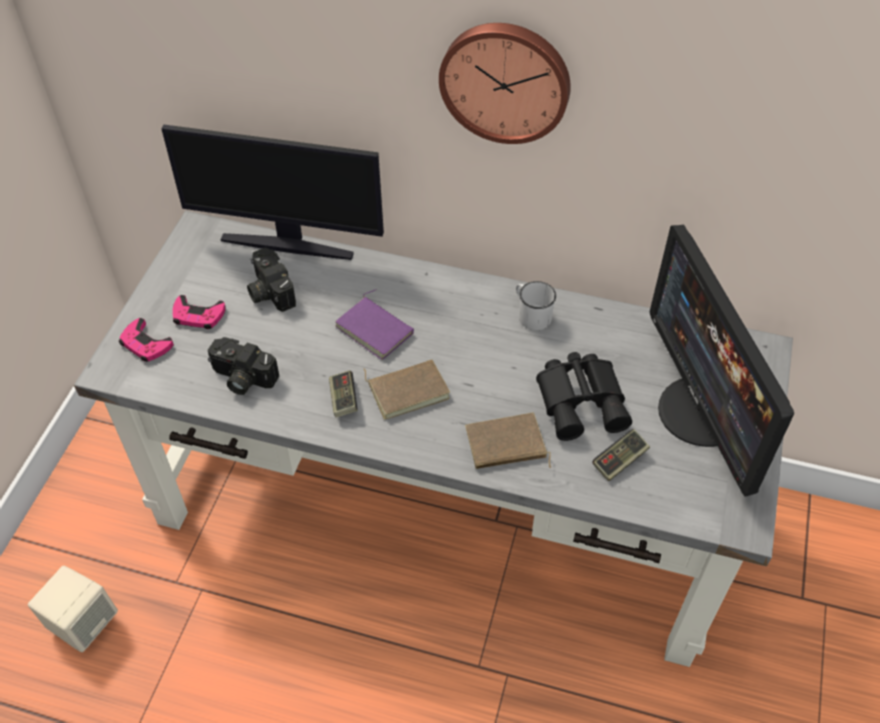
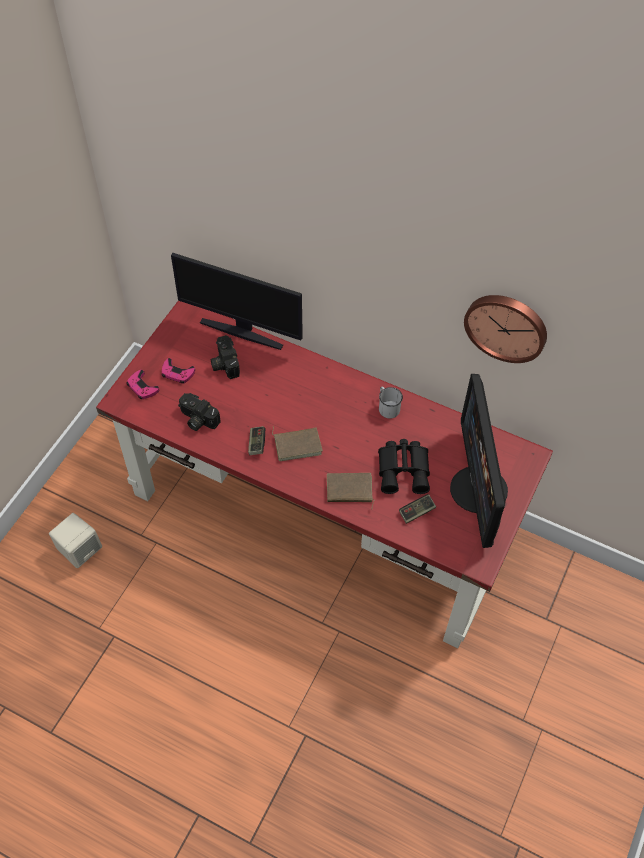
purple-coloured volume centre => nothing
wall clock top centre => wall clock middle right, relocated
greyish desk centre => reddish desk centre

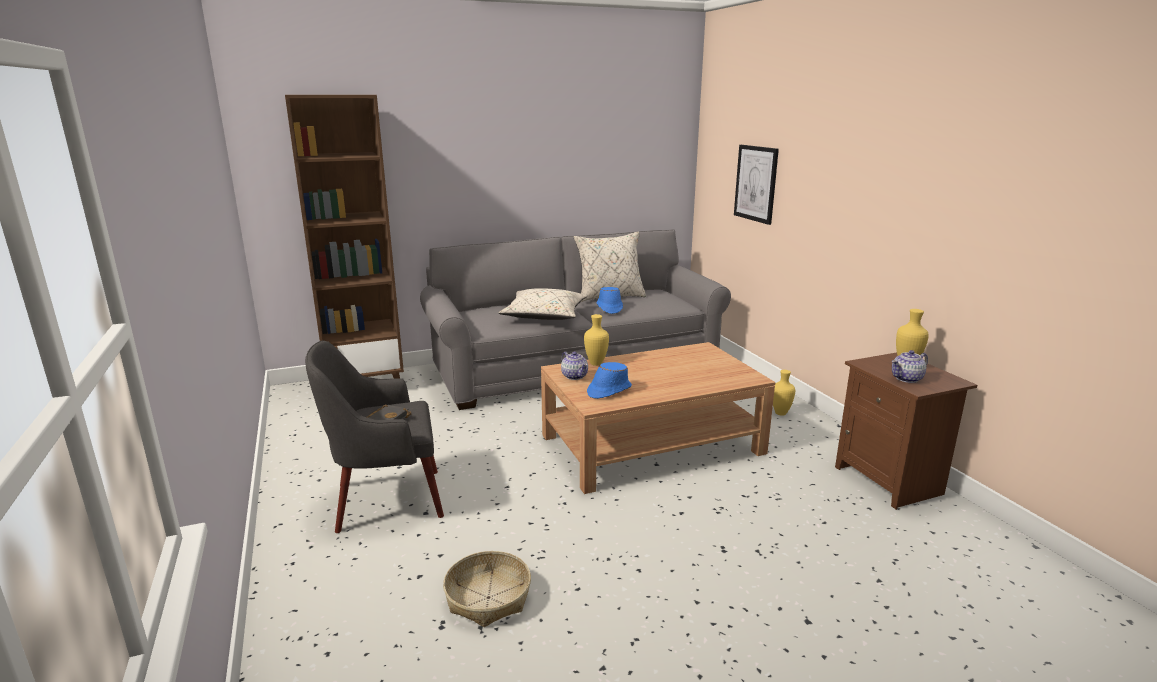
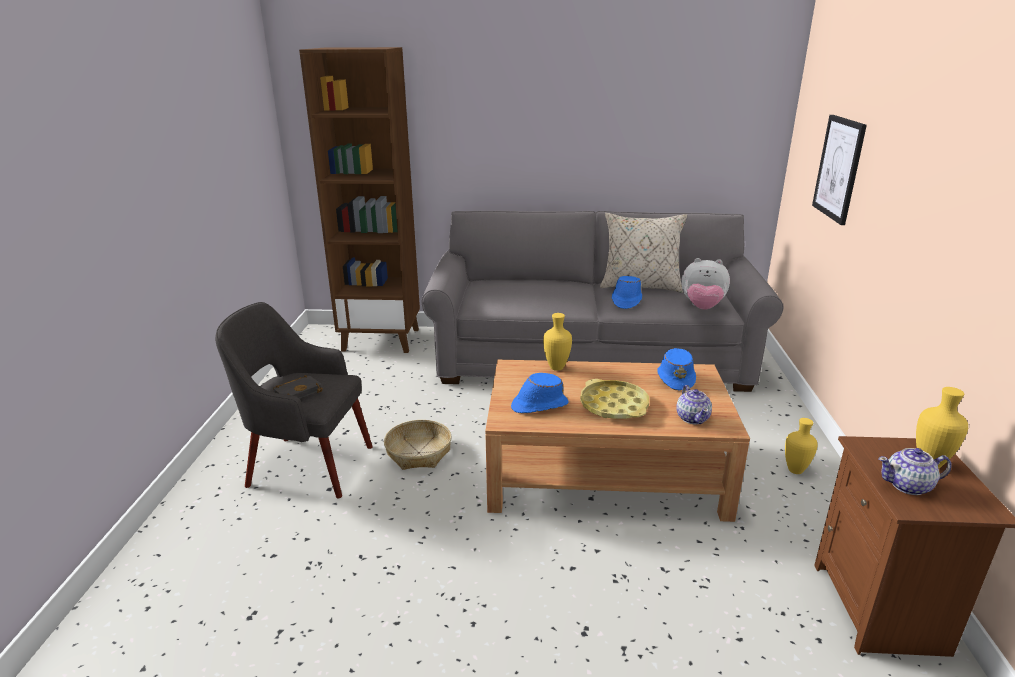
beige cushion (no. 1 from left) centre => nothing
nothing => yellowish serving tray centre
nothing => blue-coloured wearable hat (no. 3 from left) centre
nothing => cuddly toy middle right
storage basket bottom centre => storage basket centre, relocated
pot for tea (no. 1 from left) centre => pot for tea (no. 1 from left) middle right, relocated

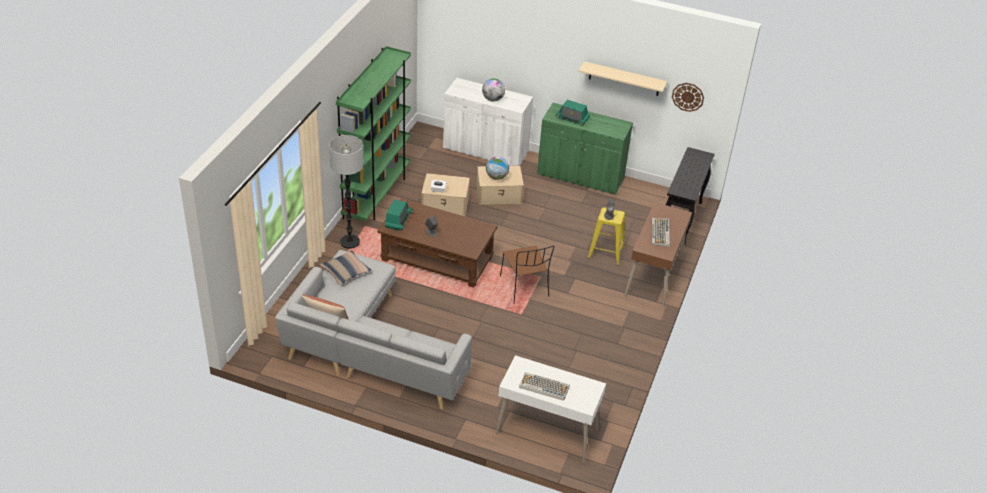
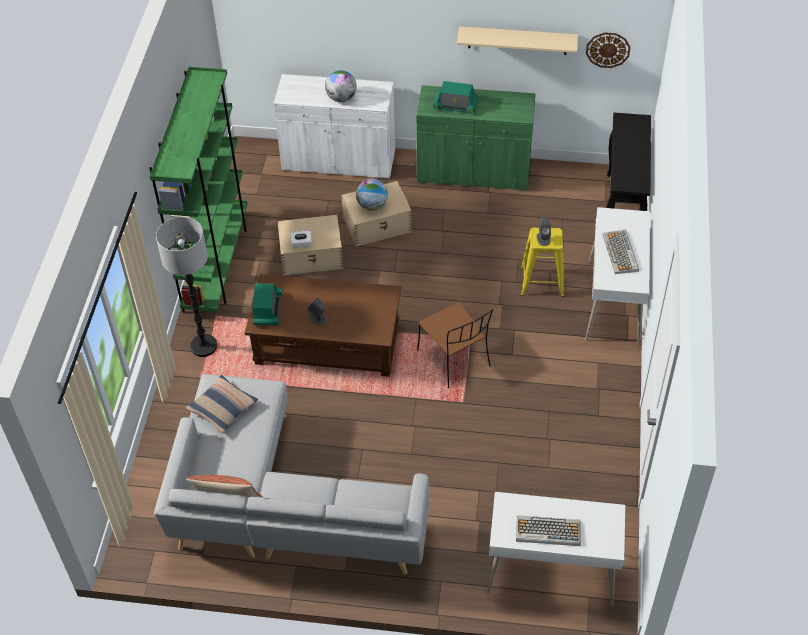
brown desk middle right => white desk (no. 2 from left) middle right

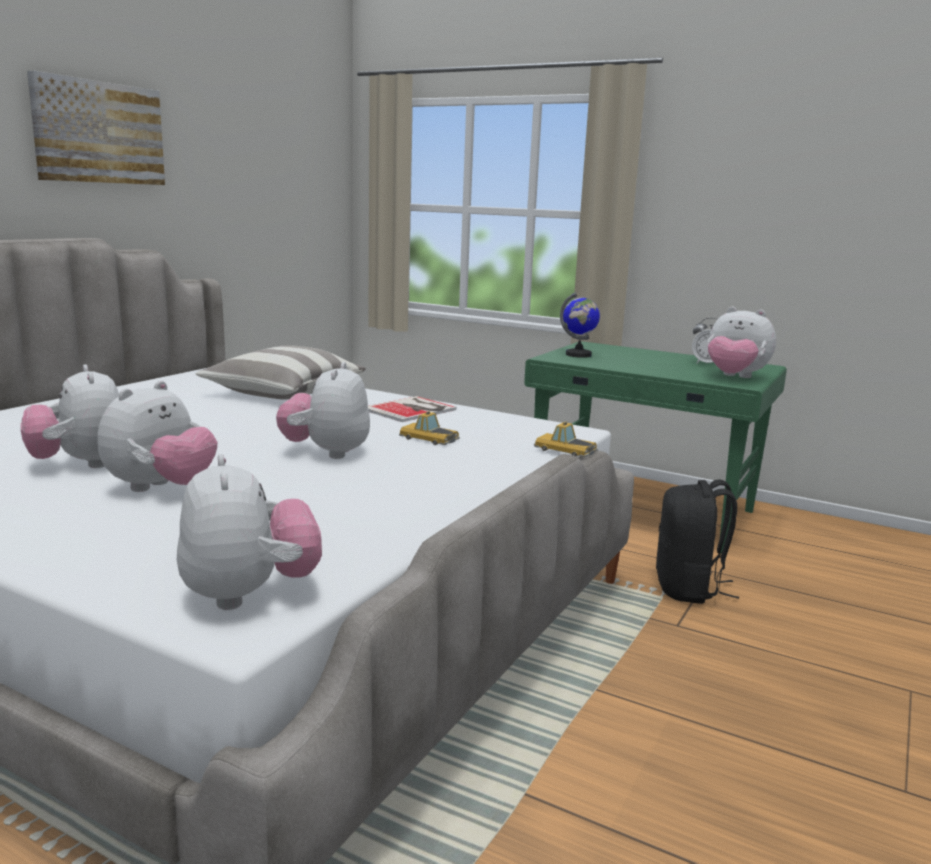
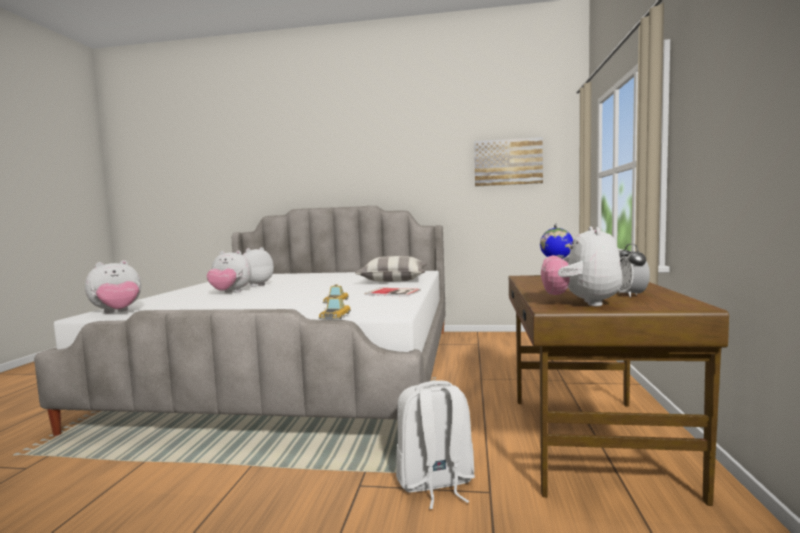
cuddly toy (no. 4 from left) centre => nothing
wall picture top left => wall picture top centre, relocated
green desk middle right => brown desk bottom right
black-coloured backpack middle right => white backpack bottom centre

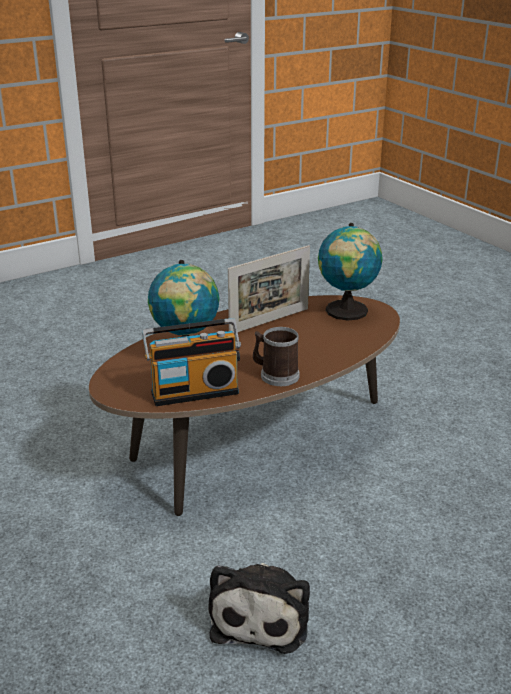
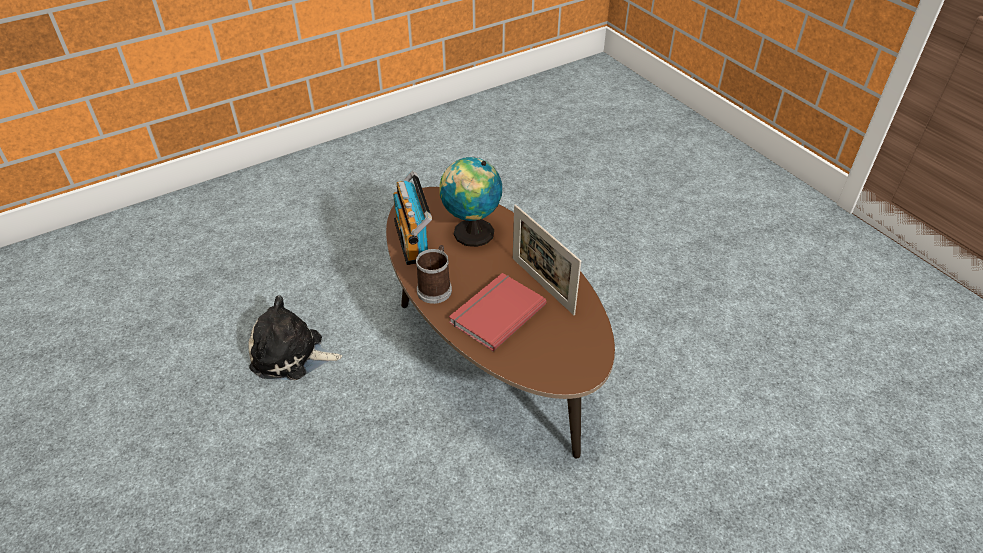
world globe (no. 2 from left) middle right => nothing
nothing => reddish volume centre

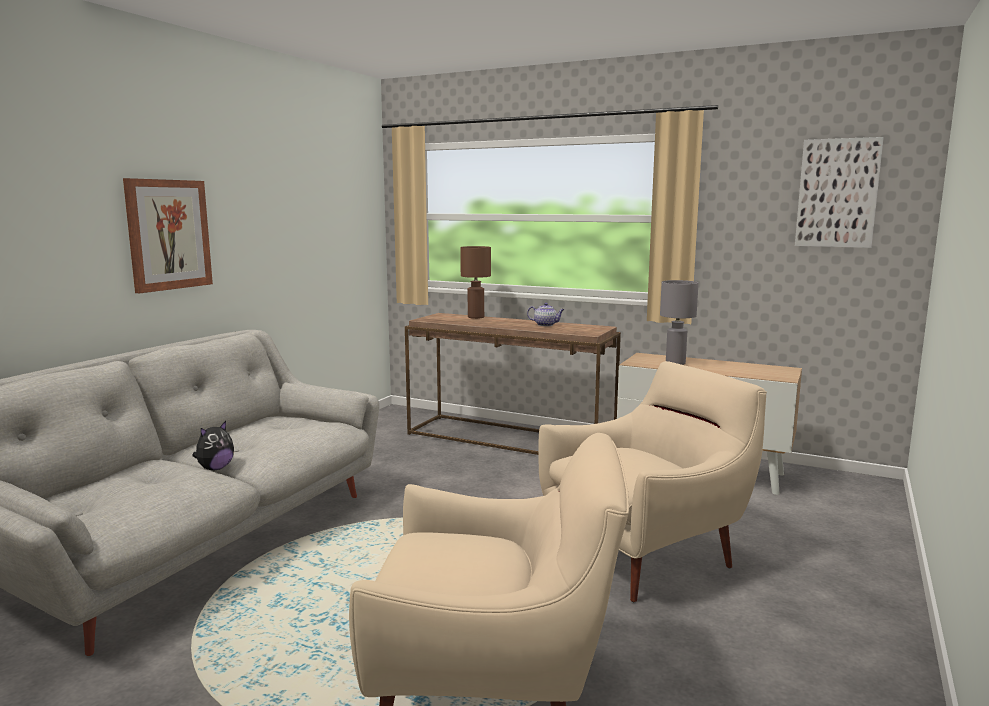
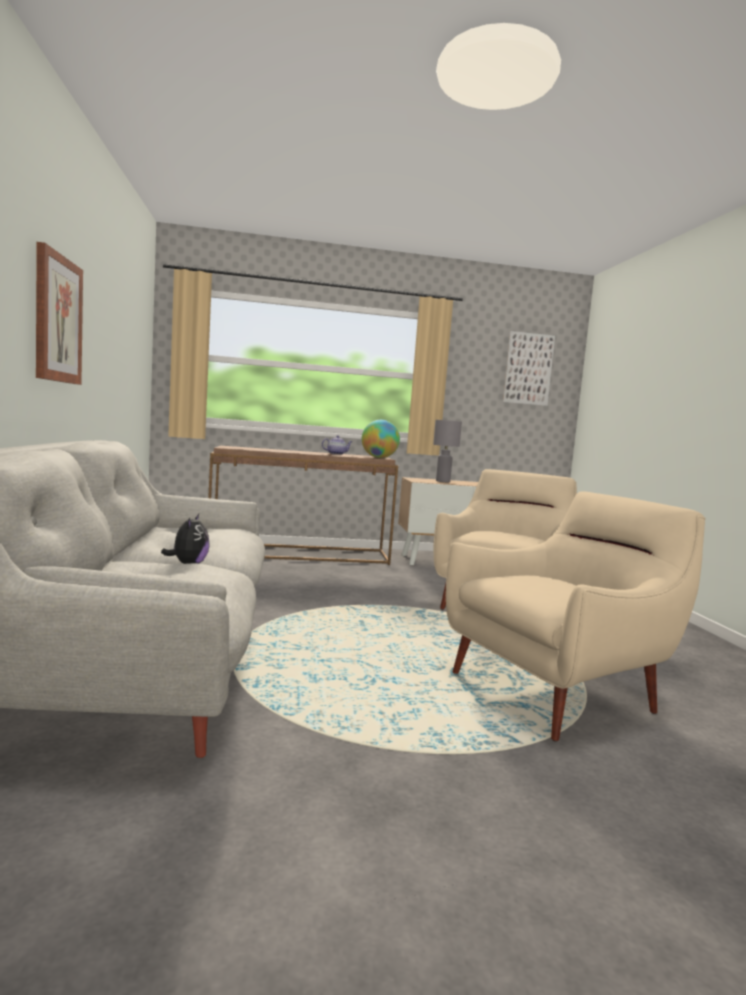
brown table lamp centre => nothing
nothing => world globe centre

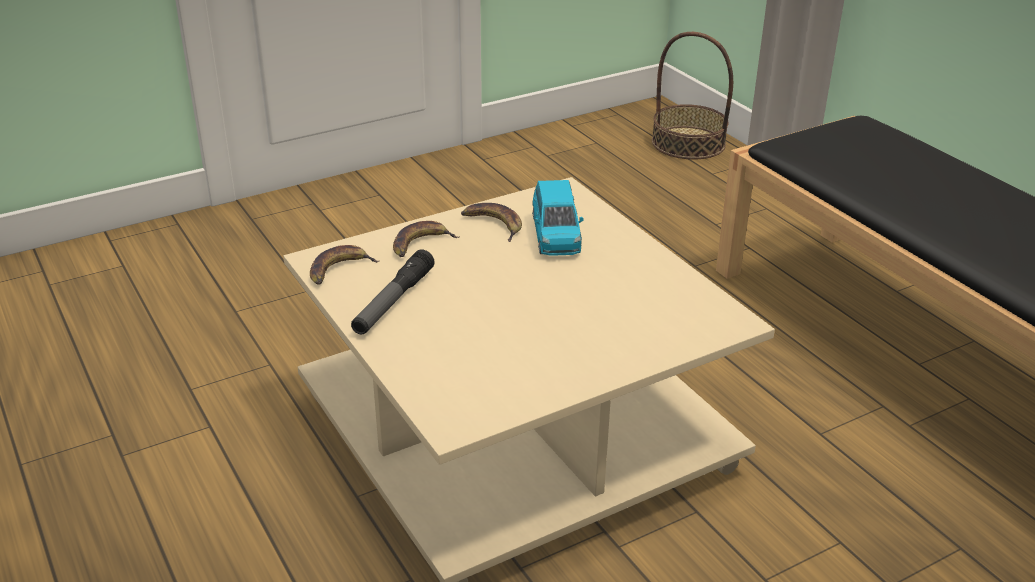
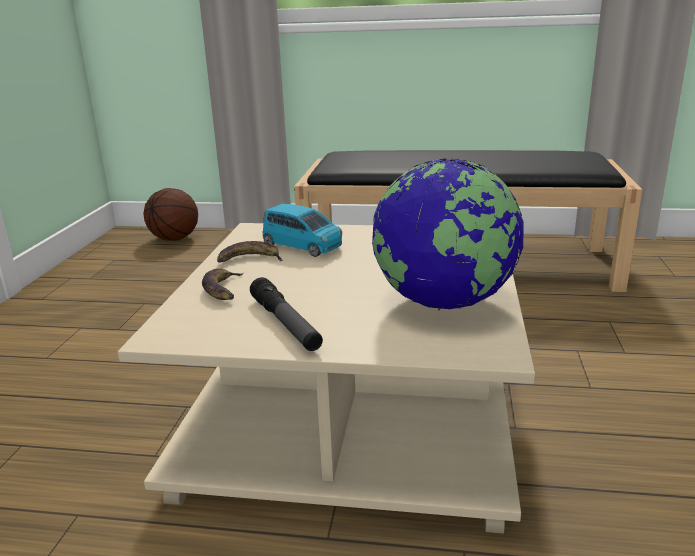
banana fruit (no. 1 from left) centre => nothing
nothing => world globe centre
storage basket top right => ball for basketball middle left

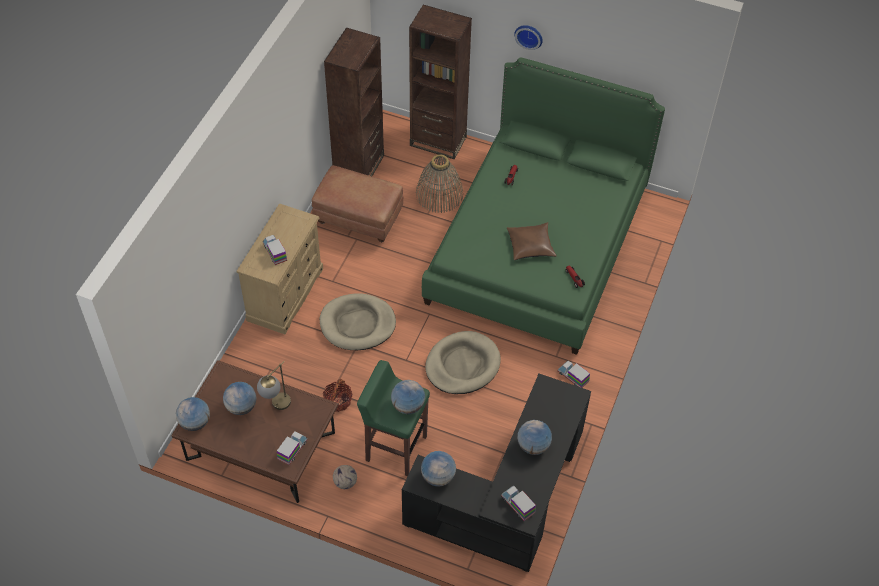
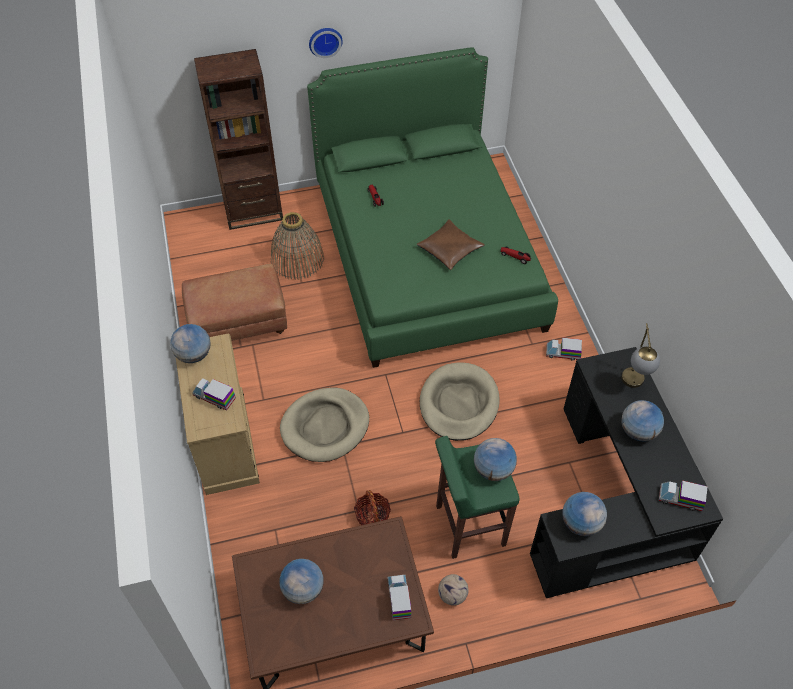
brown shelving unit (no. 1 from left) top centre => nothing
world globe (no. 1 from left) bottom left => world globe (no. 1 from left) middle left, relocated
table lamp middle left => table lamp middle right, relocated

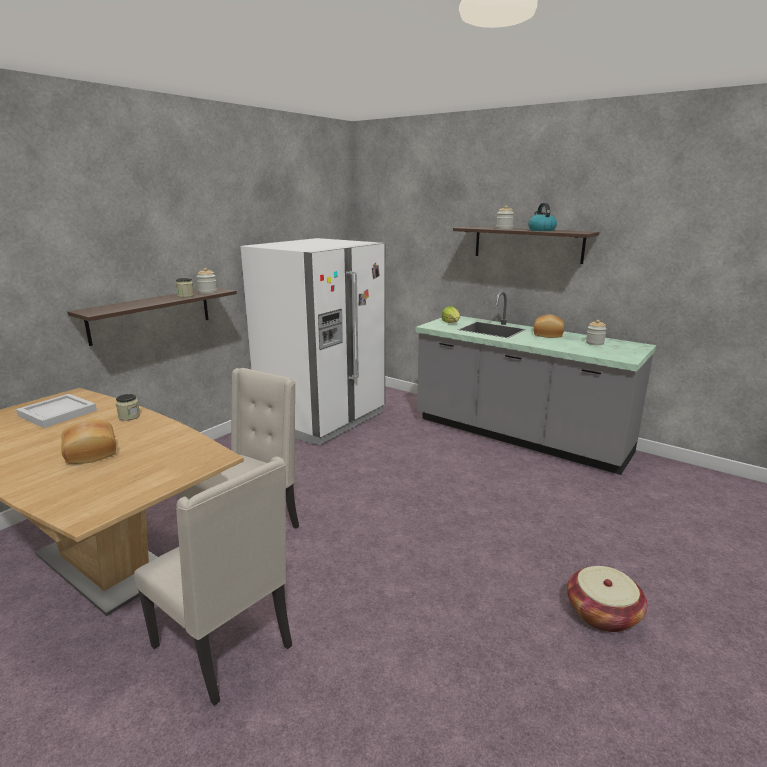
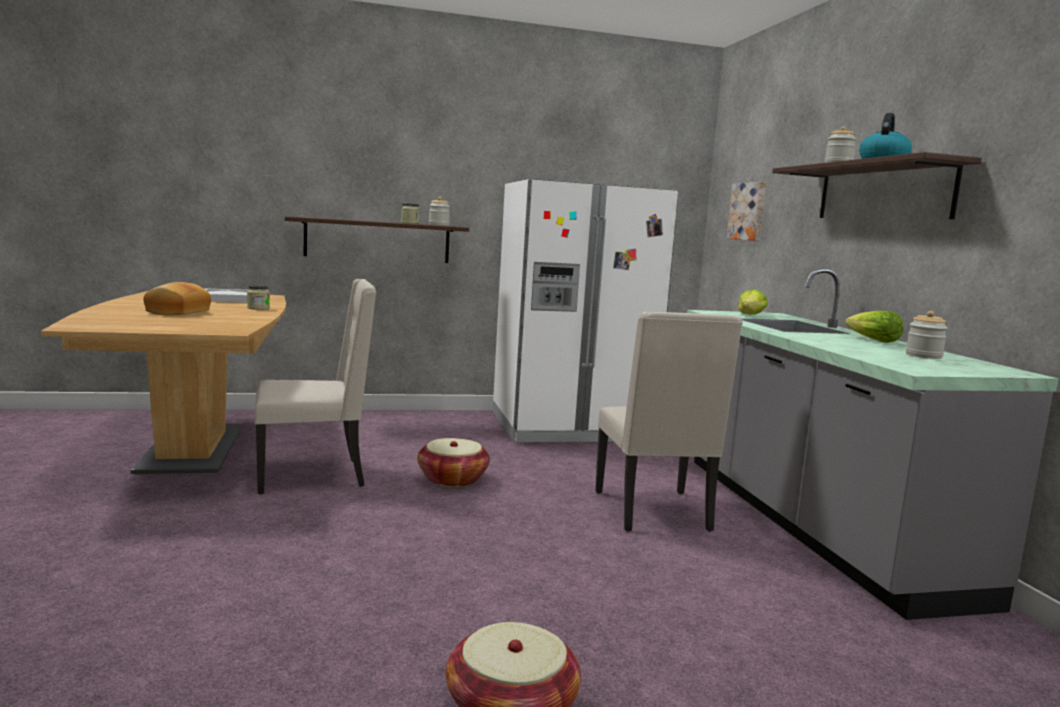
nothing => storage basket (no. 1 from left) centre
nothing => wall picture top right
beige upright chair (no. 1 from left in the first image) bottom left => beige upright chair (no. 2 from left) centre, relocated
bread (no. 2 from left) middle right => head of lettuce (no. 2 from left) middle right

